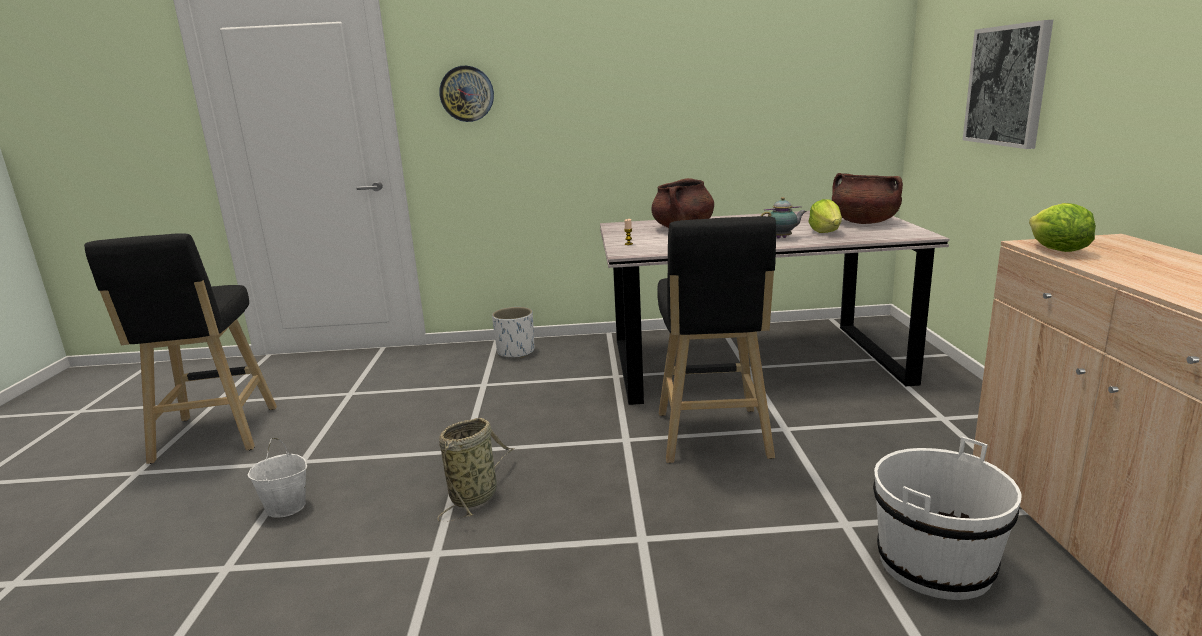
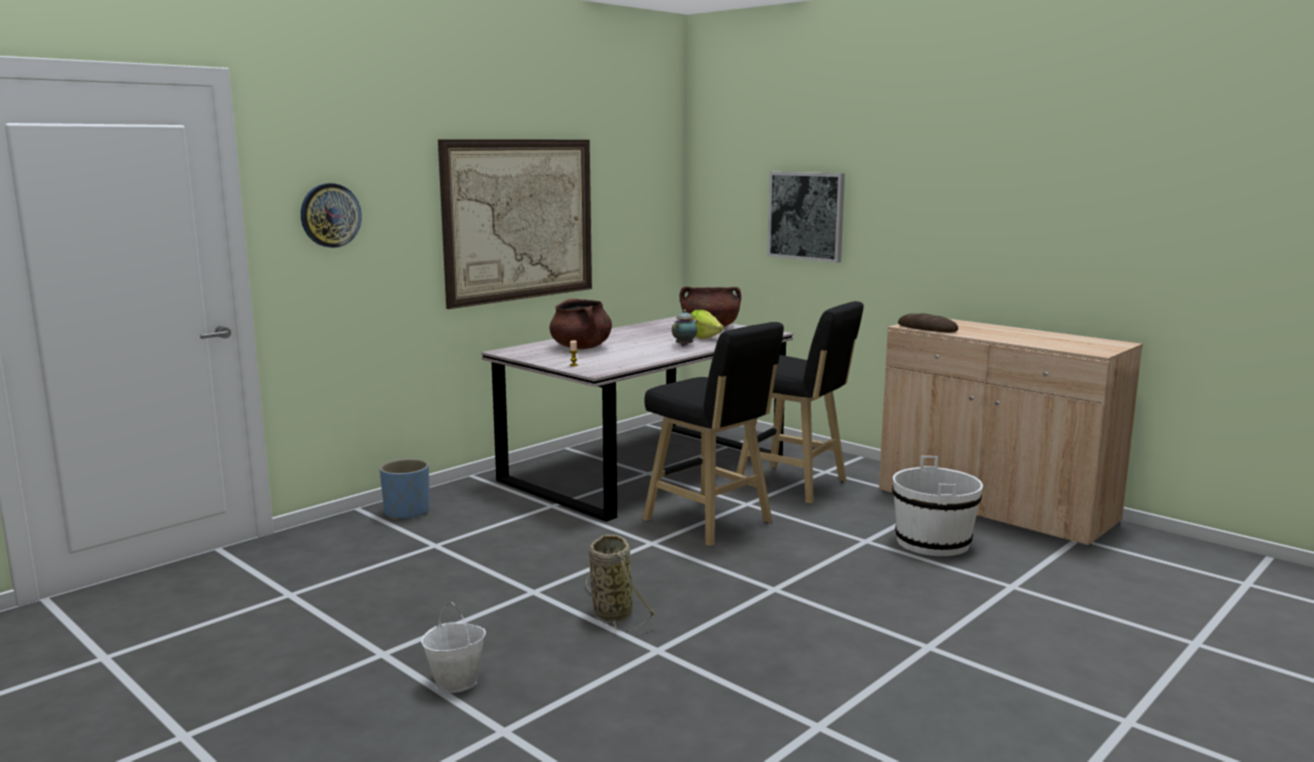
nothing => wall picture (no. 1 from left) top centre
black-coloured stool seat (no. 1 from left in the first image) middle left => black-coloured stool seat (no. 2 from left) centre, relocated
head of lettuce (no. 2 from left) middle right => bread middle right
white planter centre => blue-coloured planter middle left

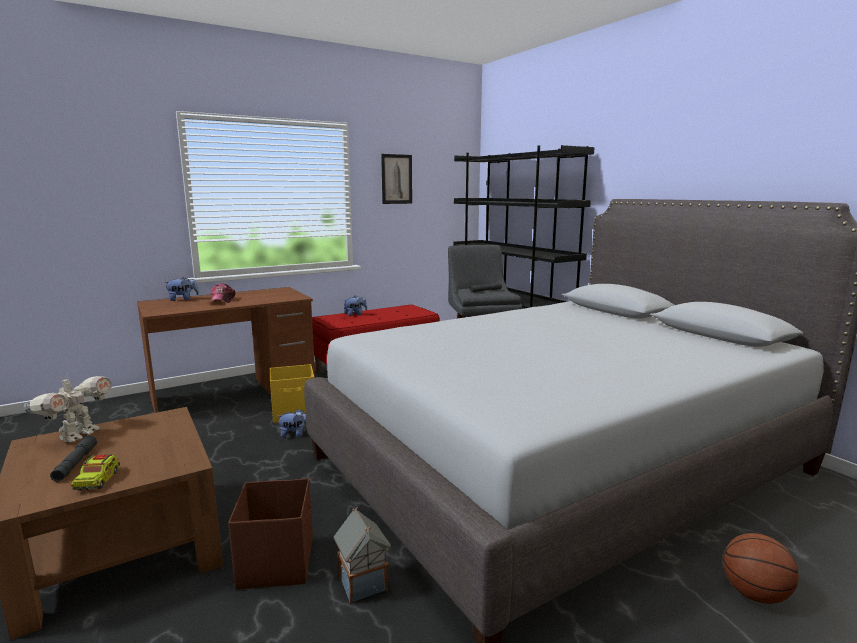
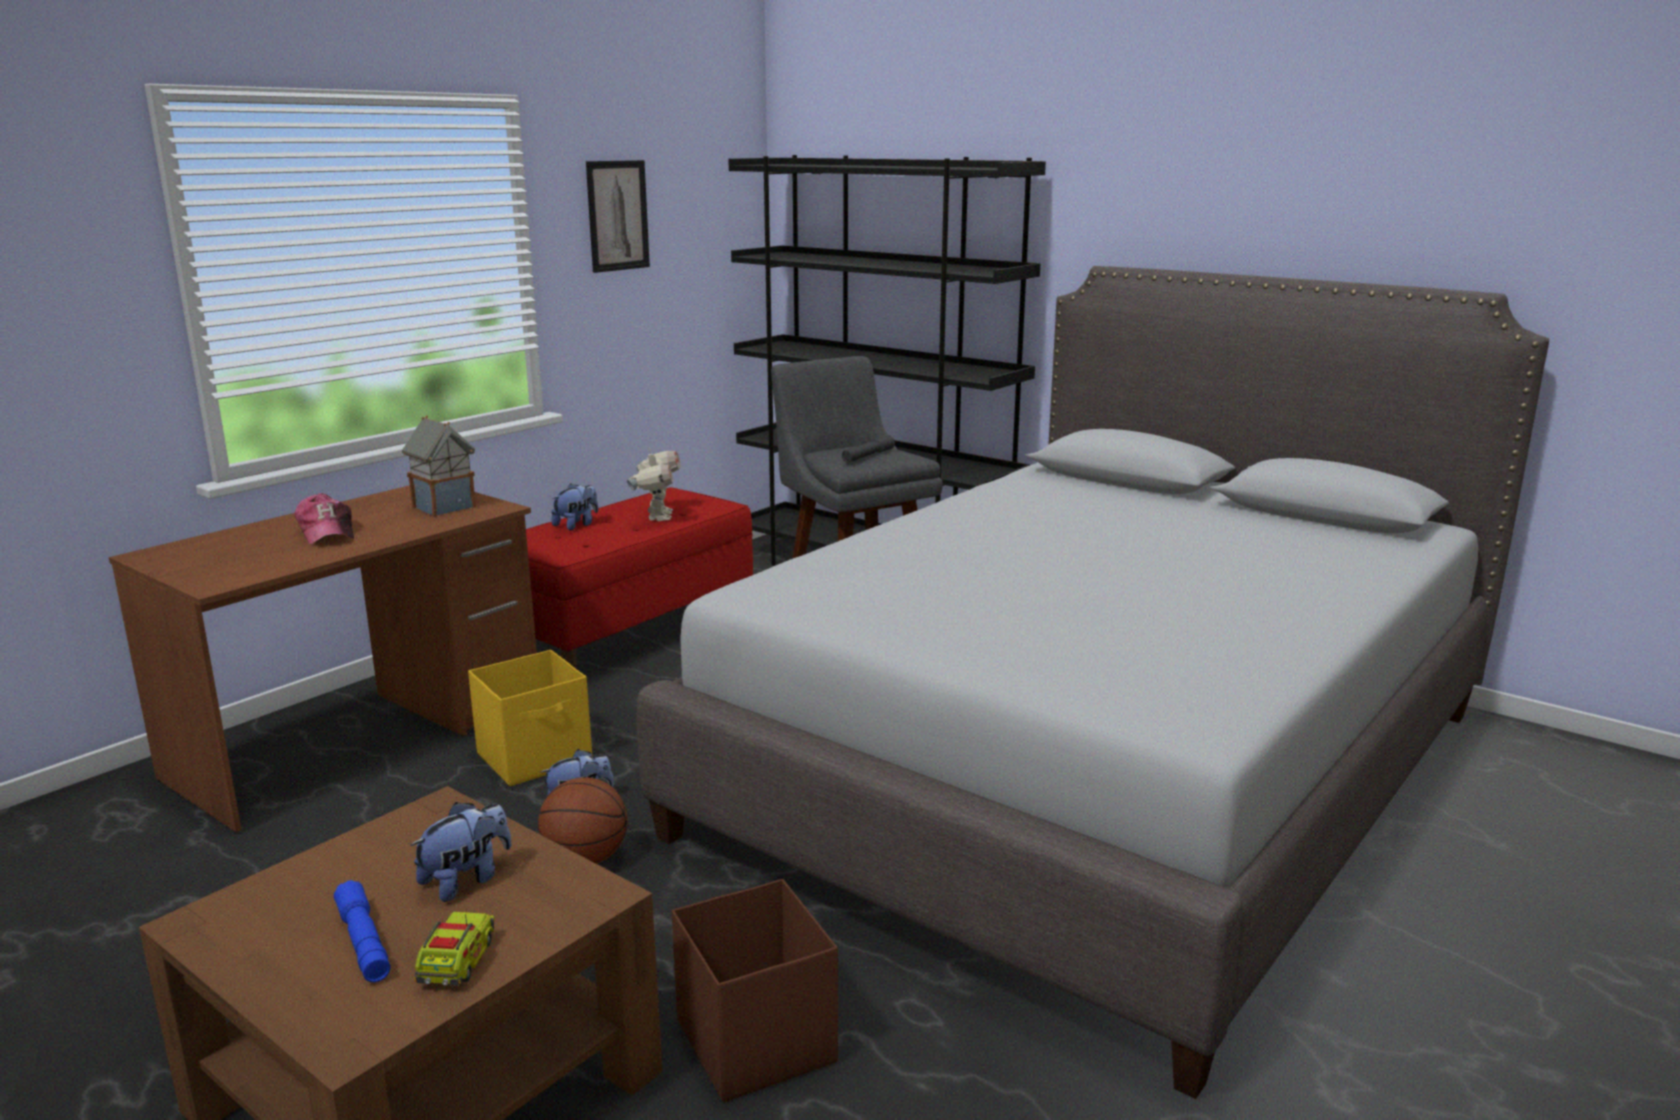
robot figure middle left => robot figure centre, relocated
cuddly toy (no. 1 from left) middle left => cuddly toy (no. 1 from left) bottom left, relocated
model house bottom centre => model house middle left, relocated
ball for basketball bottom right => ball for basketball bottom centre, relocated
greyish flashlight (no. 1 from left) bottom left => blue-coloured flashlight bottom left
toy truck bottom left, 150 degrees counterclockwise

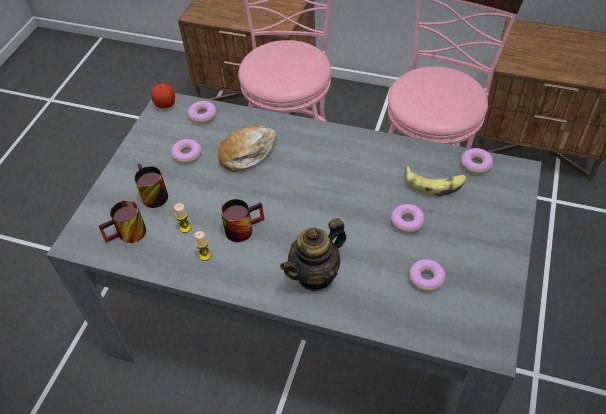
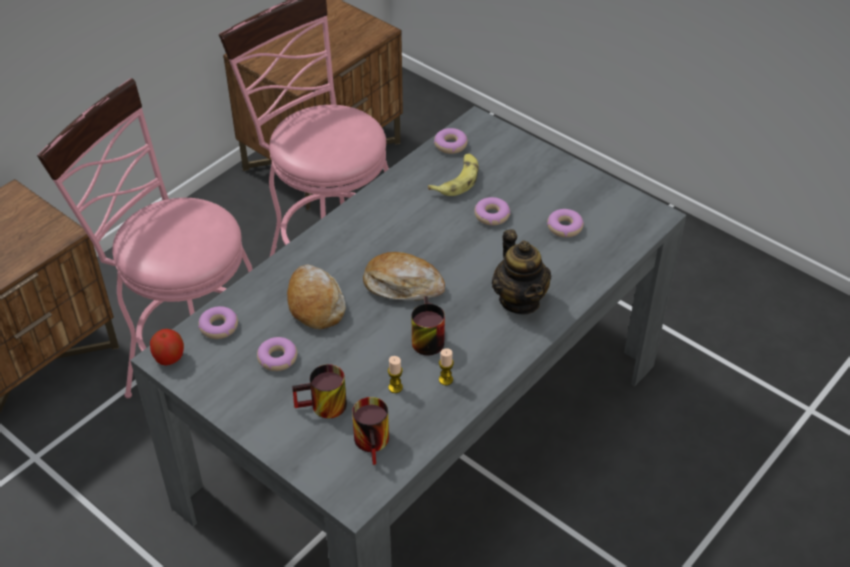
nothing => bread (no. 2 from left) centre

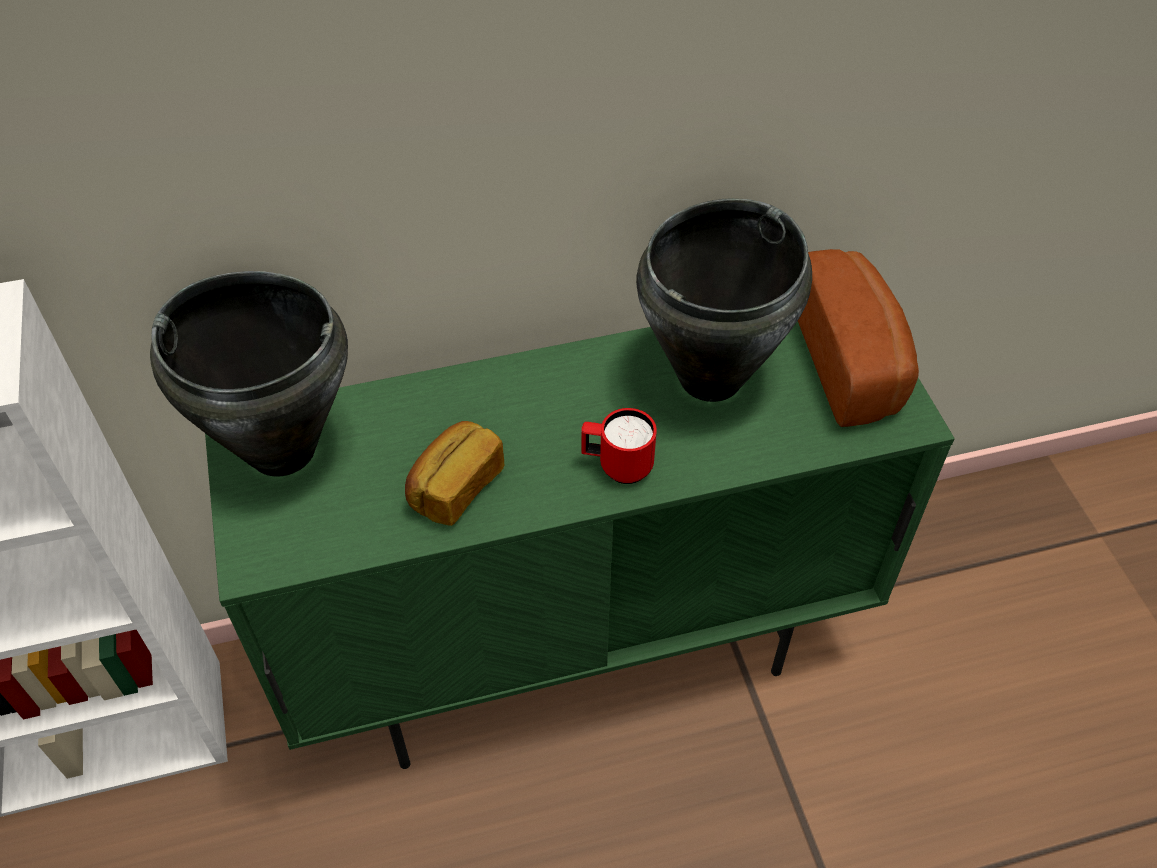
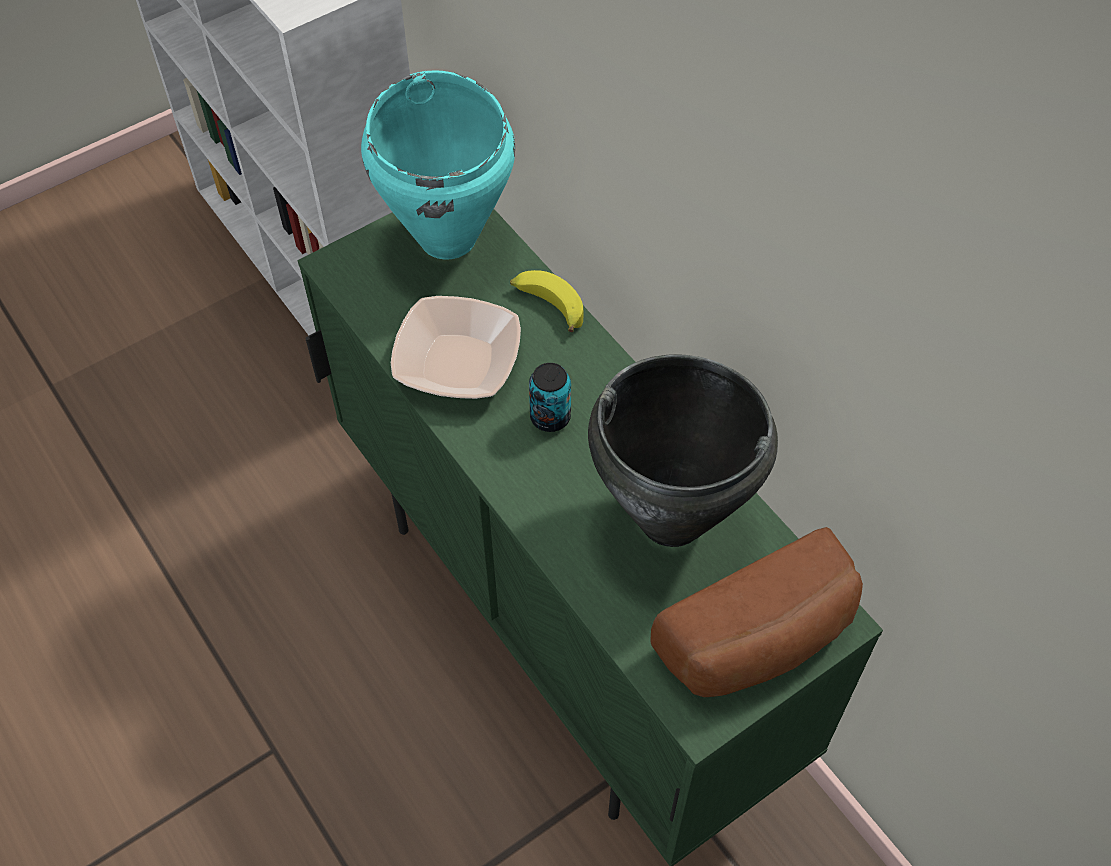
reddish mug centre => nothing
nothing => banana fruit centre
nothing => sealed can centre
bread (no. 1 from left) centre => serving bowl centre
black-coloured cooking pot (no. 1 from left) middle left => turquoise-coloured cooking pot top centre

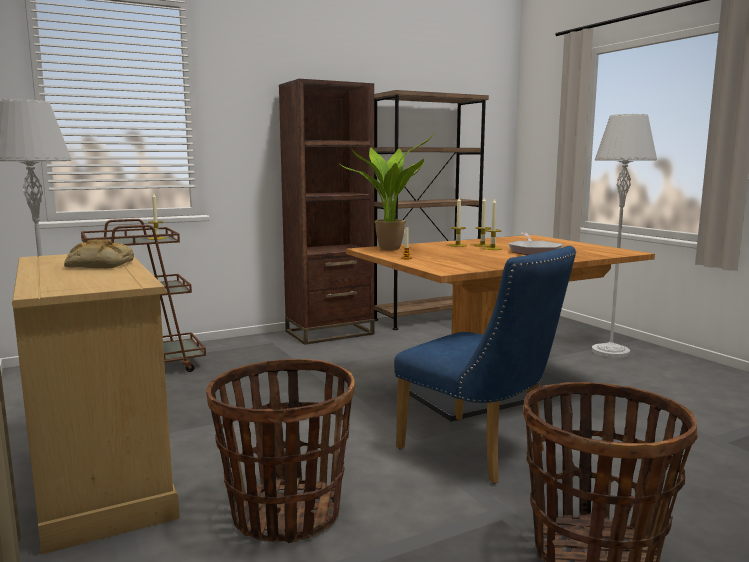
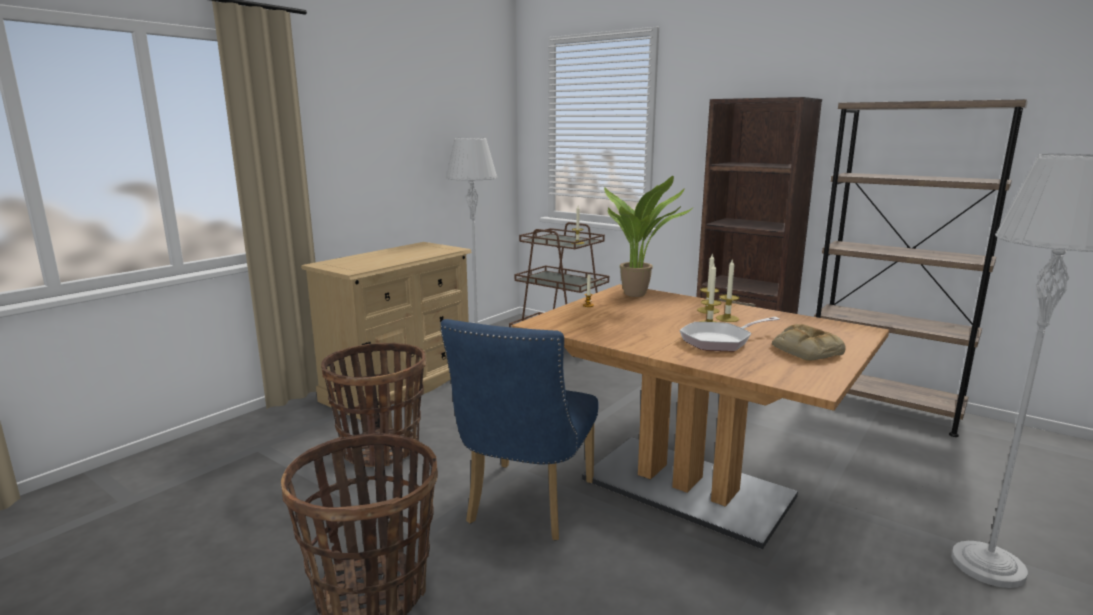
bread middle left => bread middle right, relocated

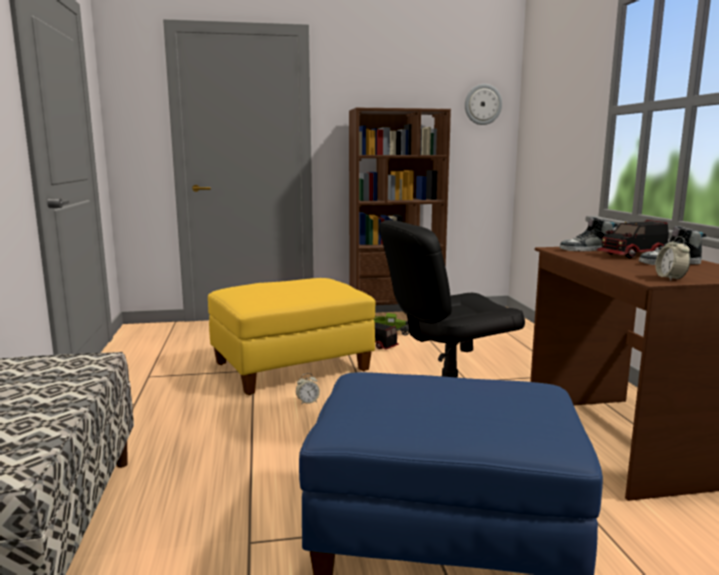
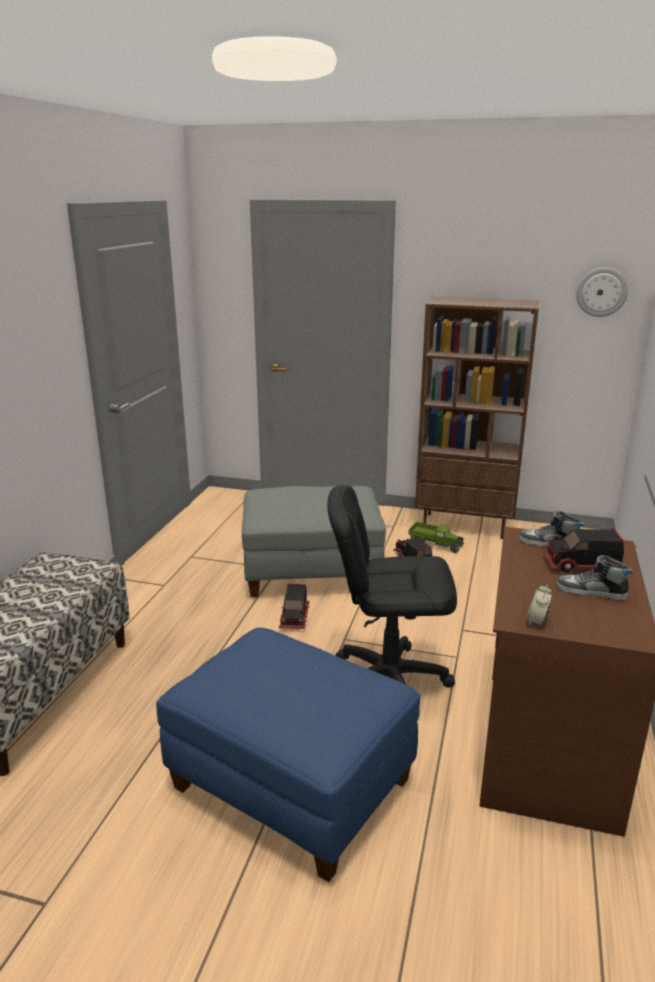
alarm clock (no. 1 from left) bottom centre => toy truck (no. 1 from left) centre
yellowish ottoman centre => greyish ottoman centre

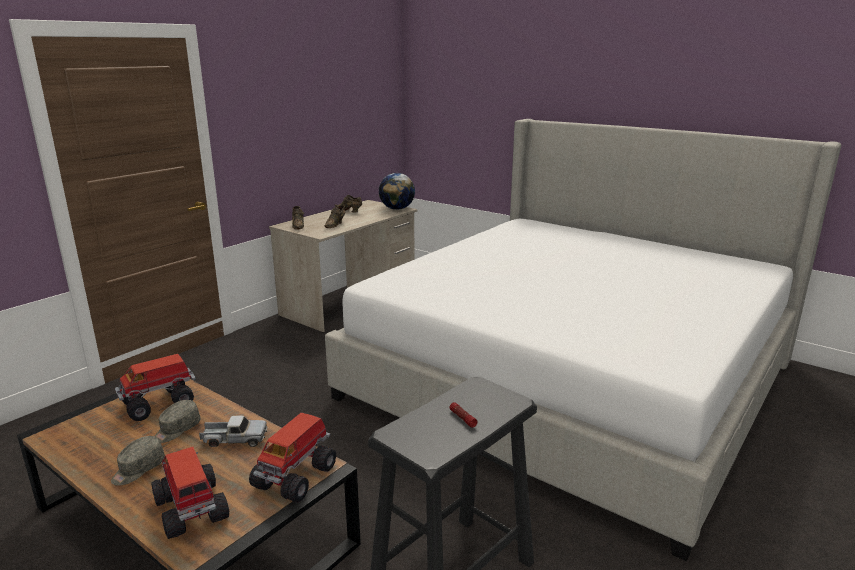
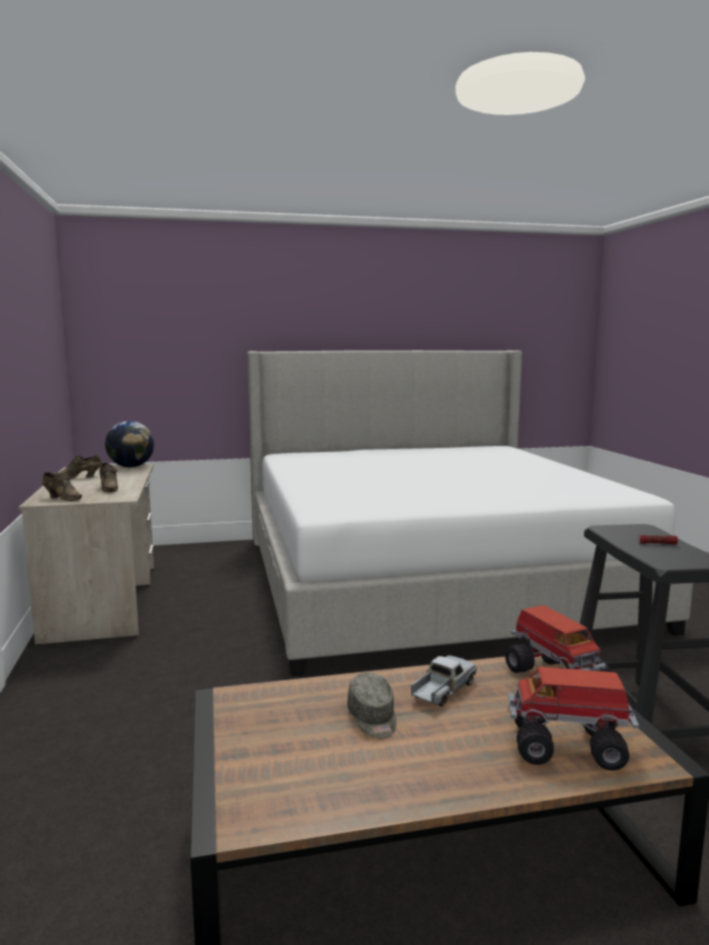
greyish baseball cap (no. 1 from left) bottom left => nothing
toy truck (no. 1 from left) bottom left => nothing

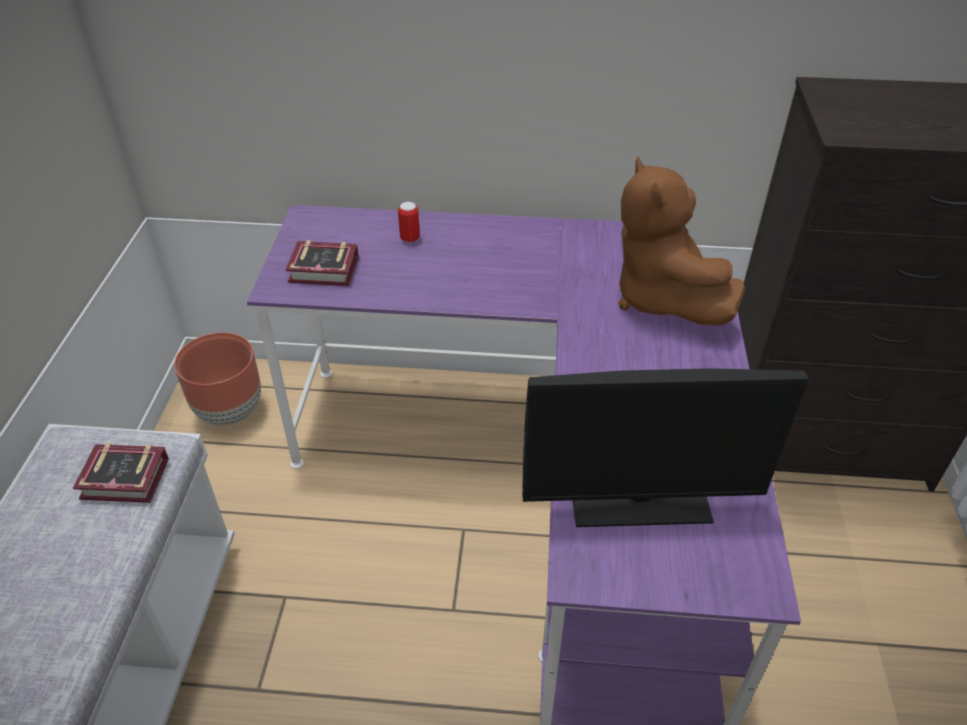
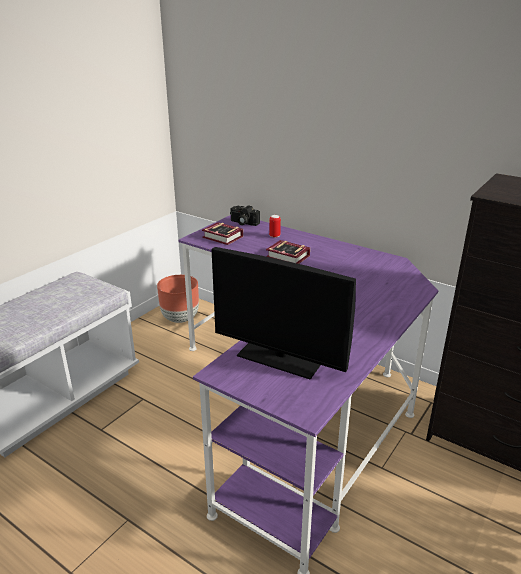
brown cuddly toy top right => nothing
nothing => photo camera centre
volume (no. 1 from left in the first image) middle left => volume (no. 2 from left) centre, relocated

